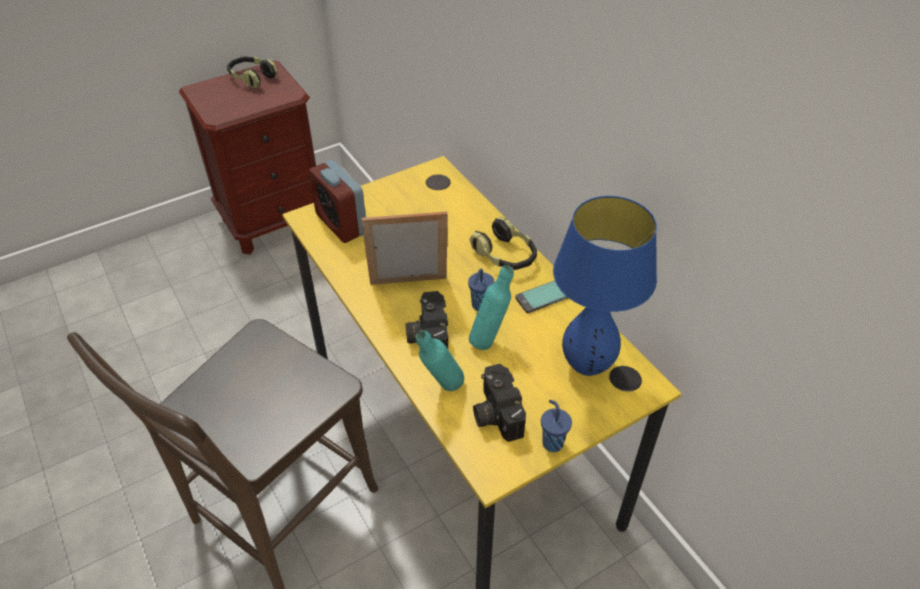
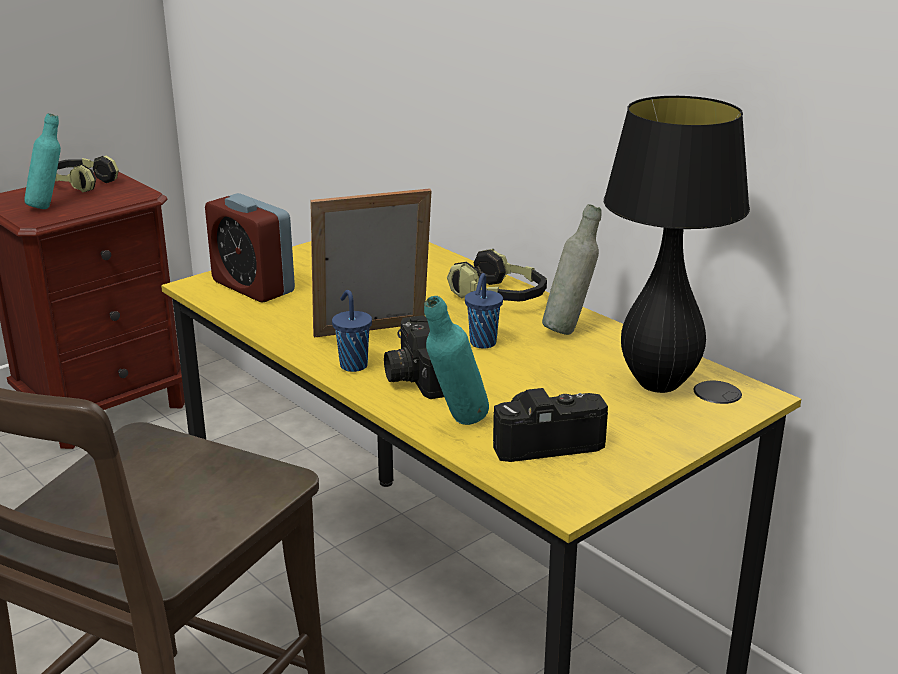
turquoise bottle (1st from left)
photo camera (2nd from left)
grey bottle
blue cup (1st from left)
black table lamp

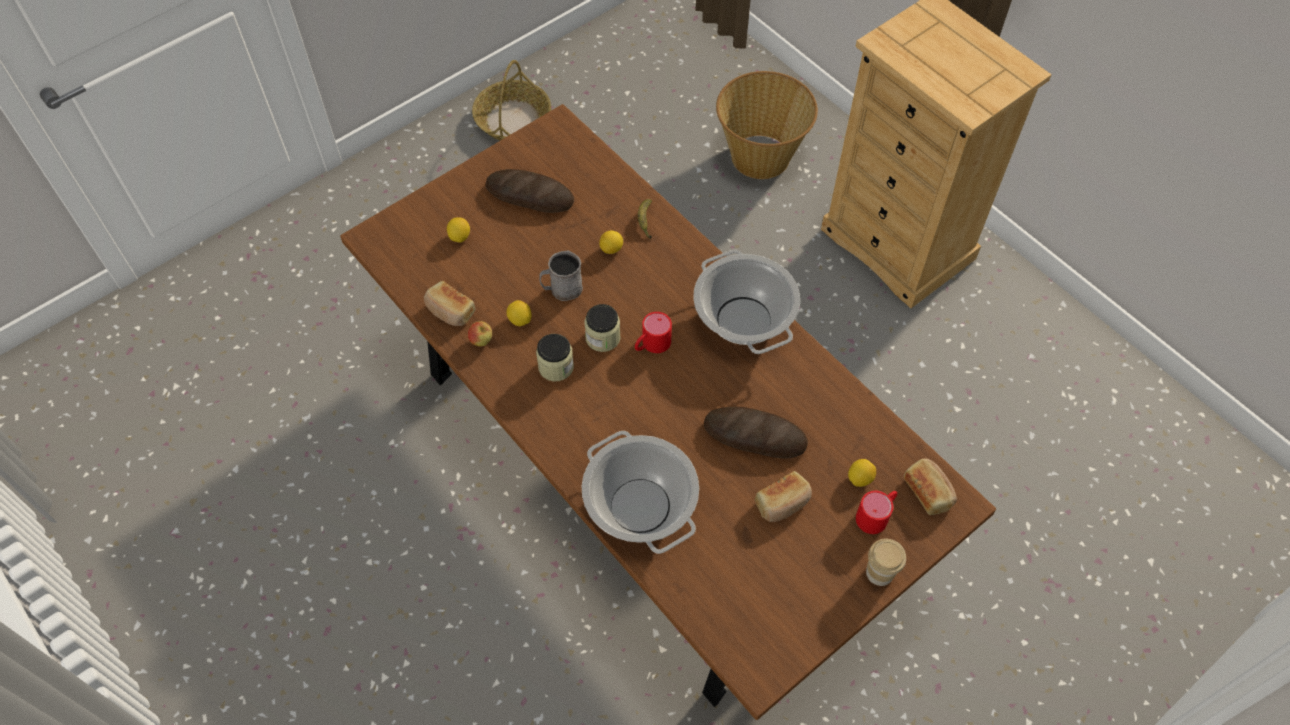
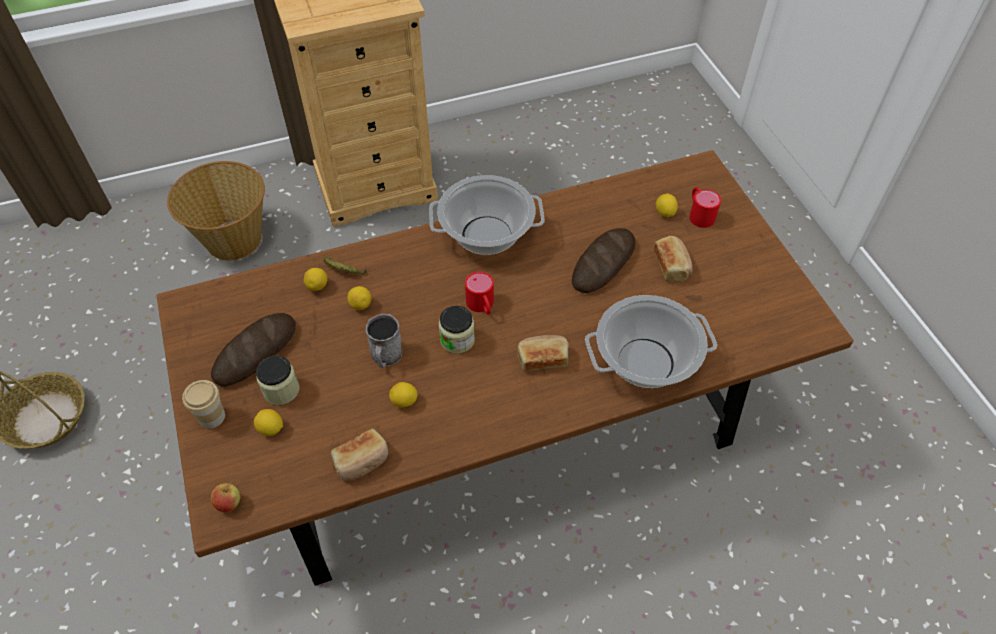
apple
jar (1st from left)
cup
bread (3rd from left)
lemon (2nd from left)

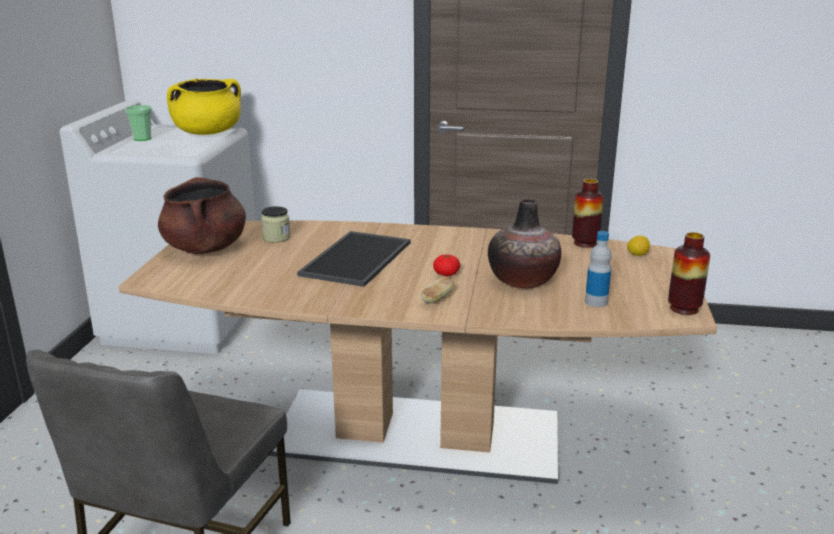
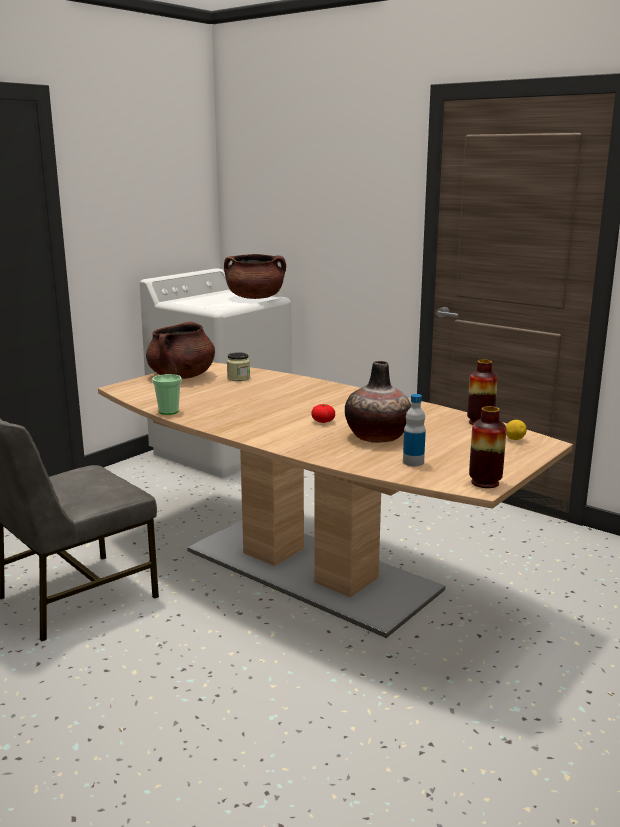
cup
brown cooking pot (2nd from left)
tray
bread

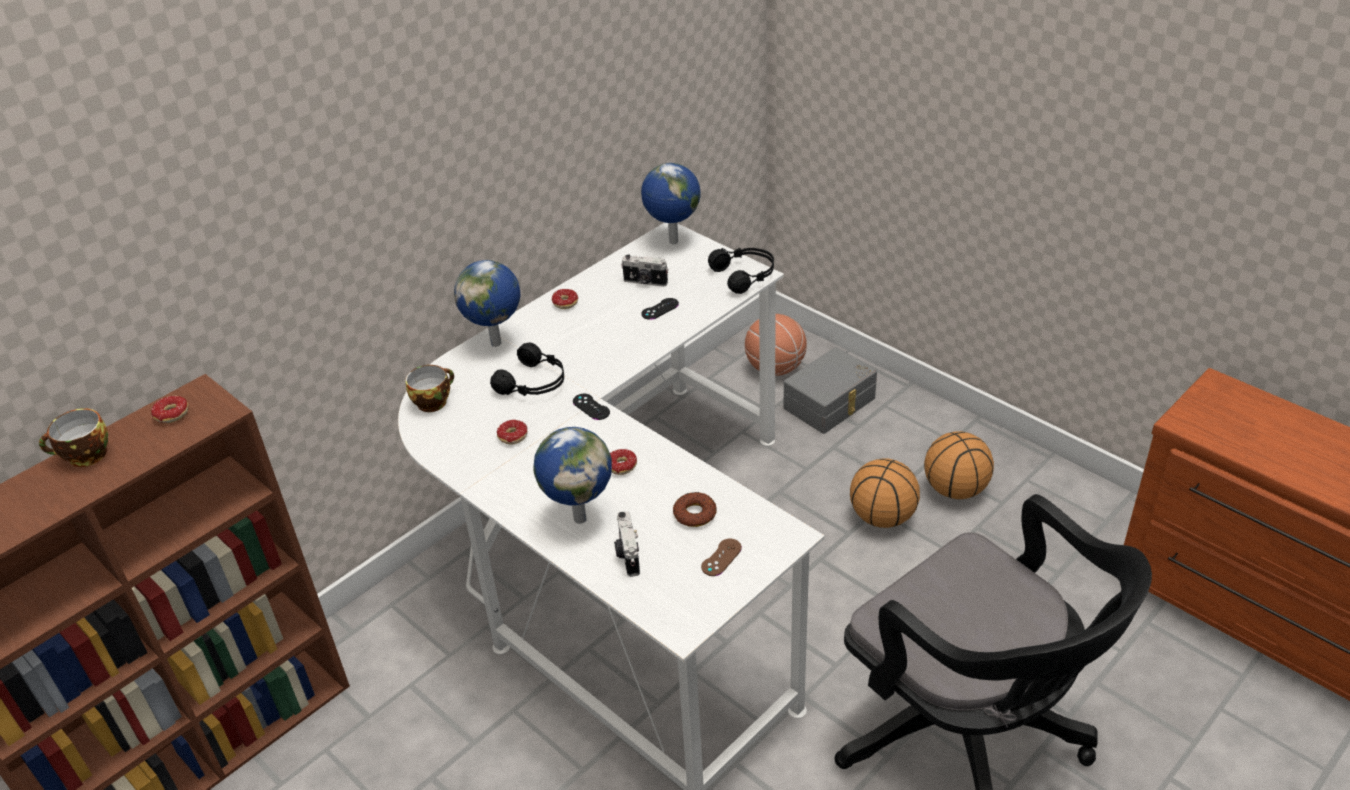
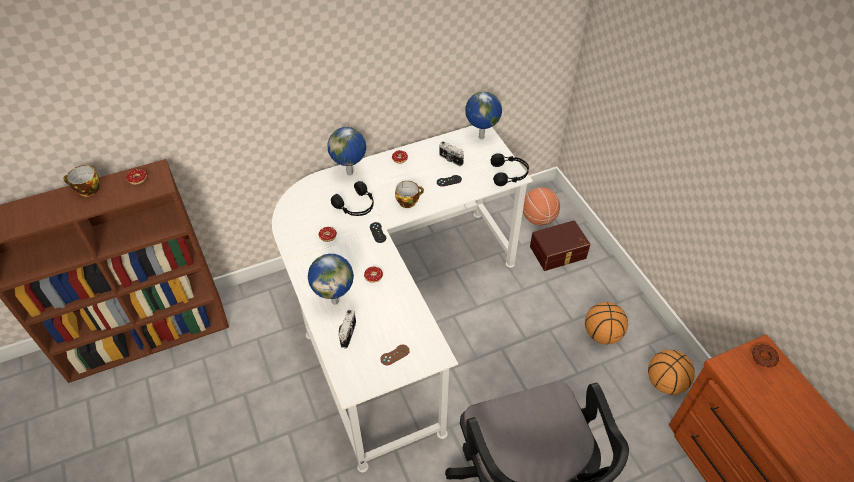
cup (2nd from left)
donut (5th from left)
brown storage box
basketball (3rd from left)

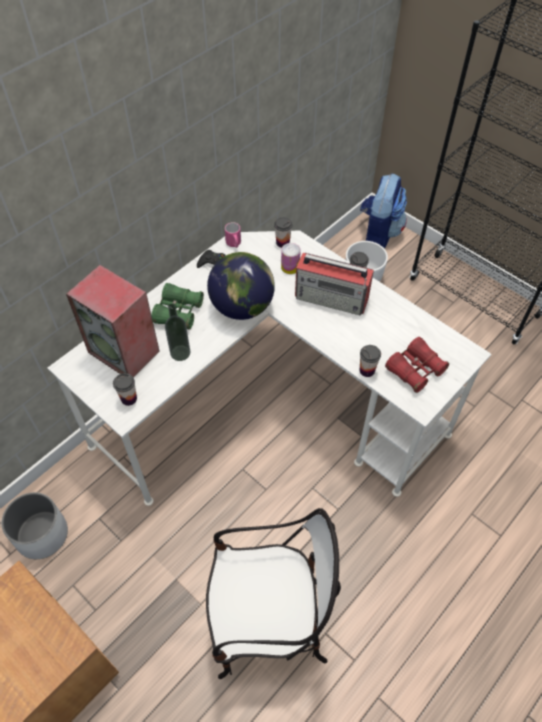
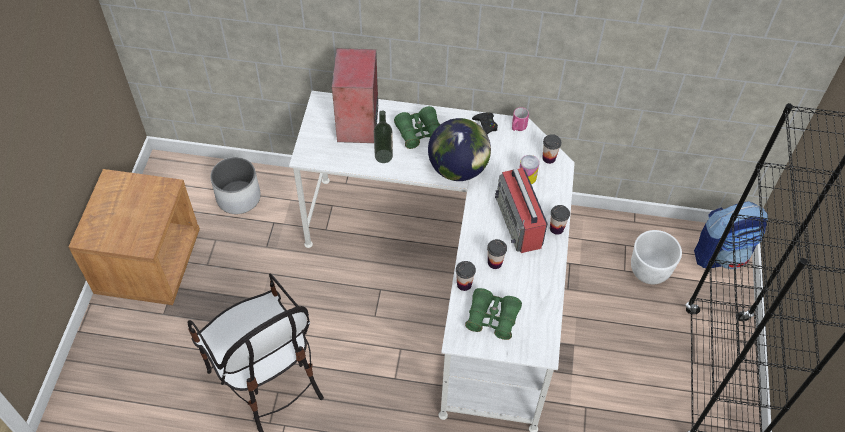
cup (2nd from left)
green binoculars (2nd from left)

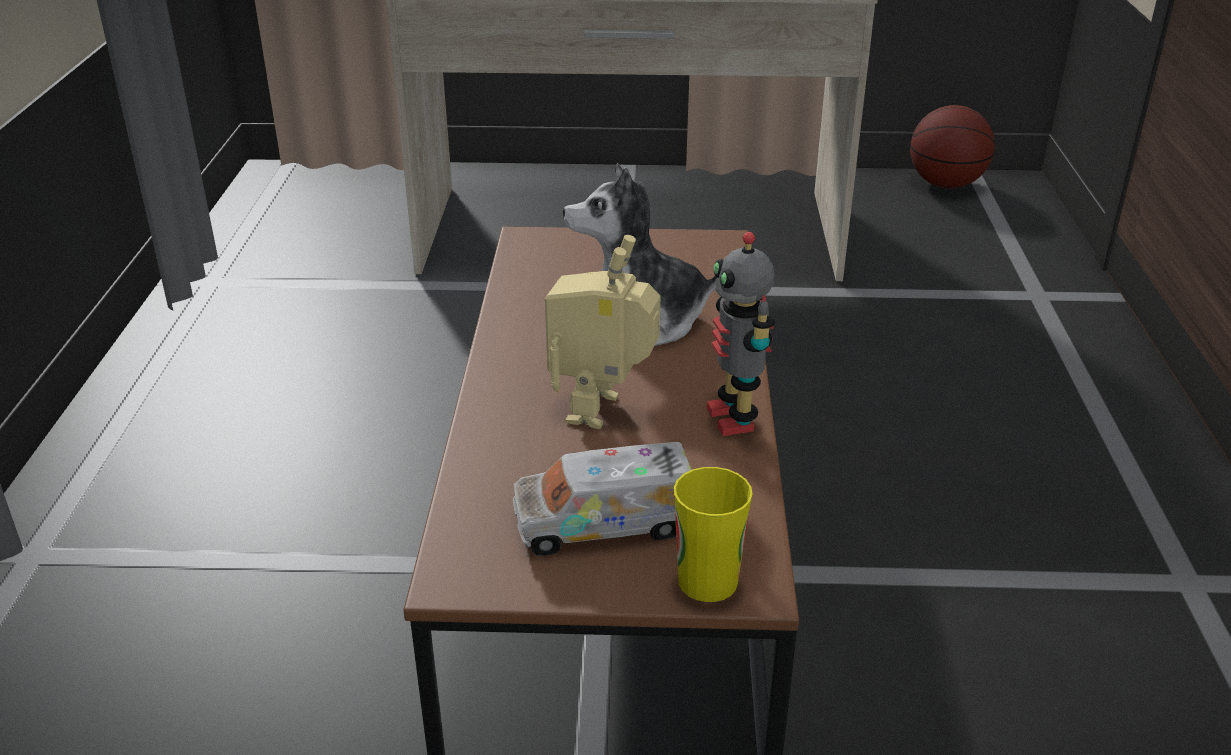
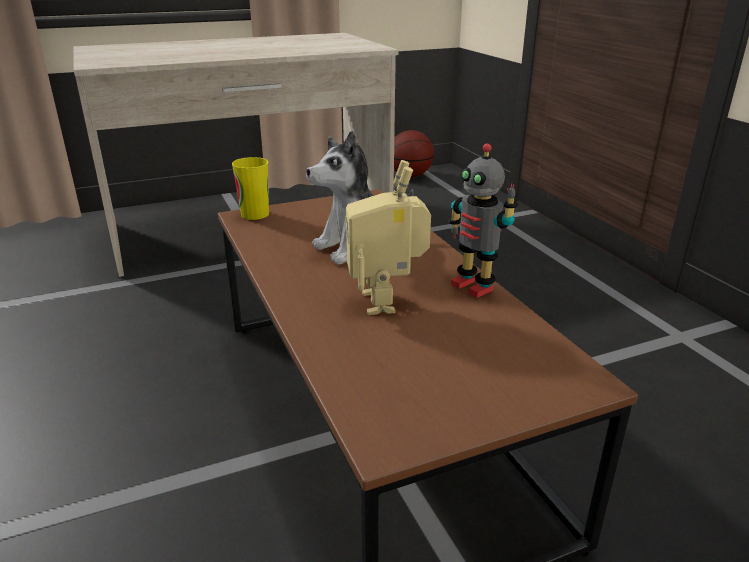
toy truck
cup

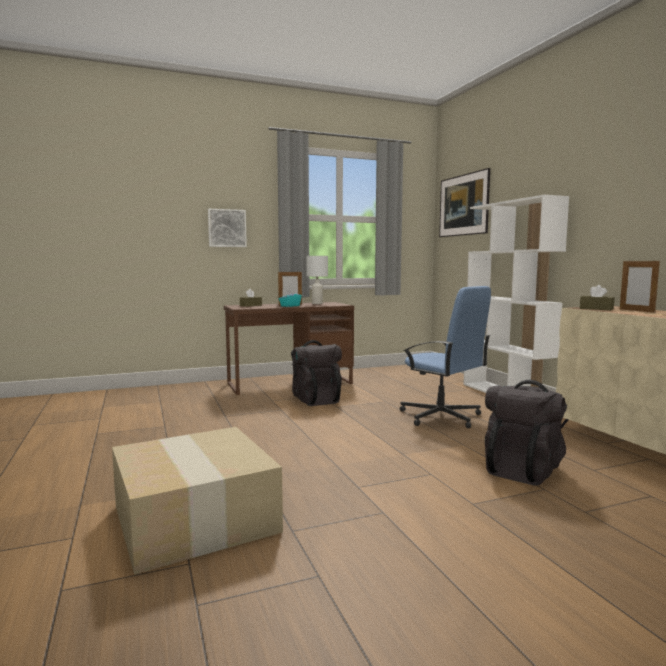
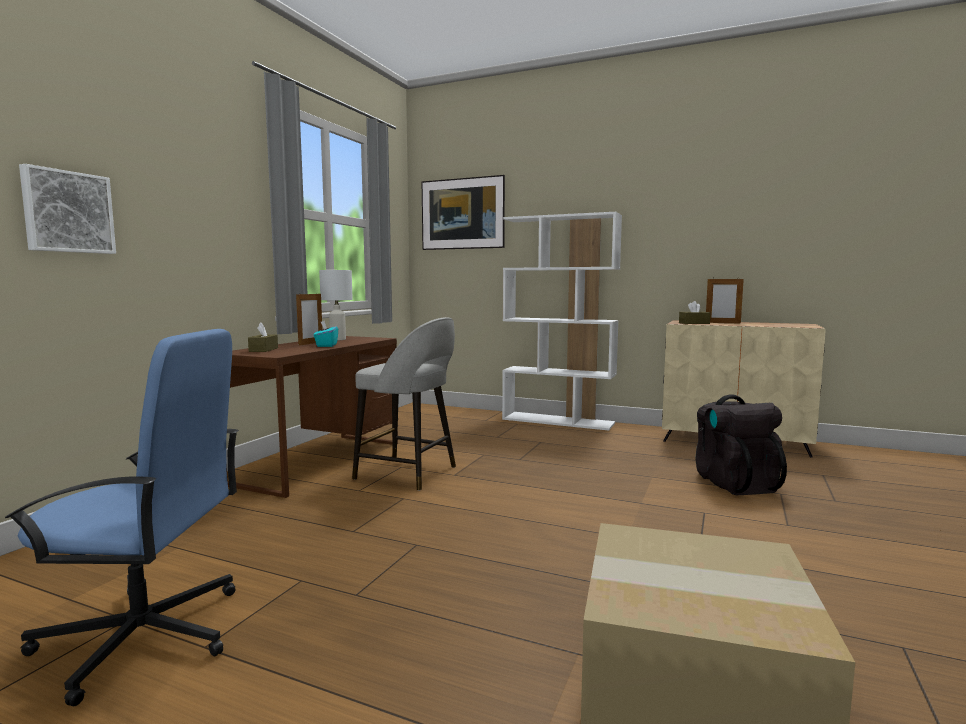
picture (1st from left)
grey stool
blue office chair

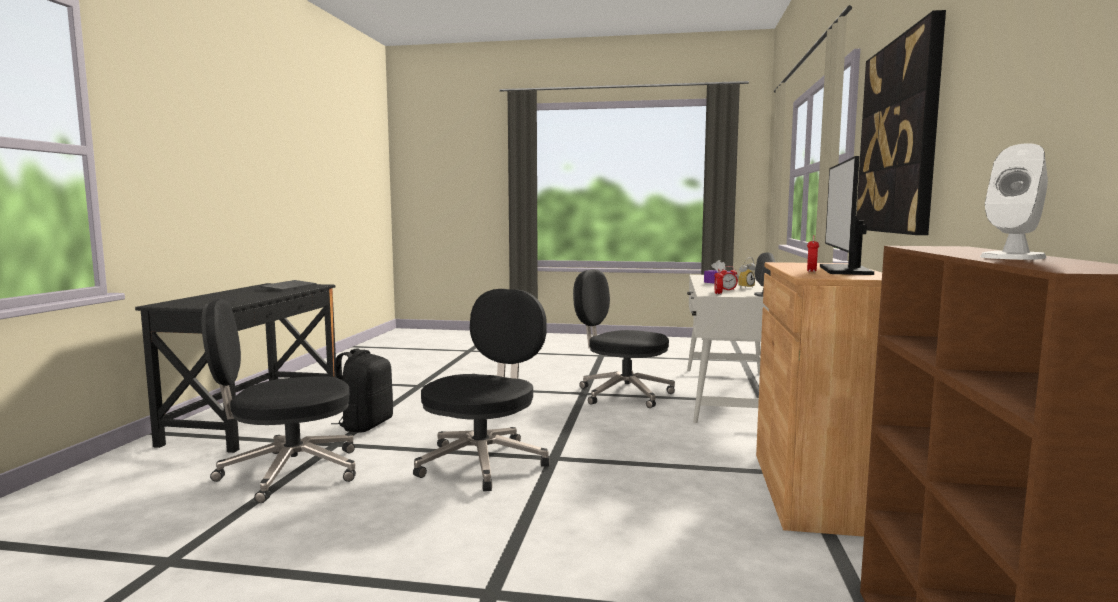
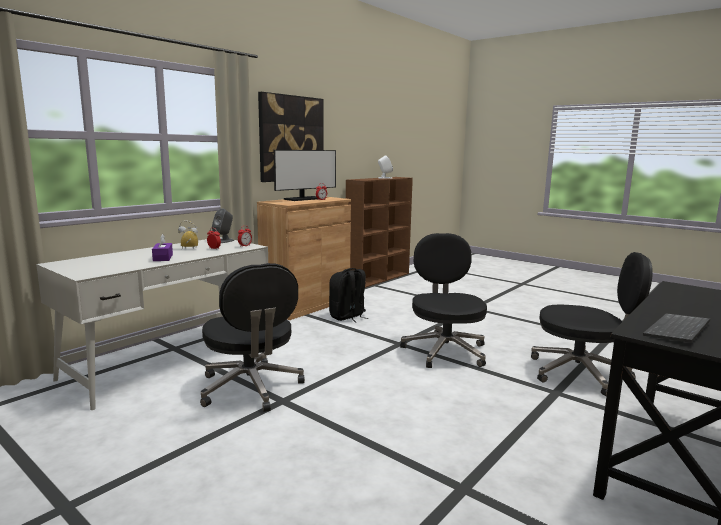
black backpack
black office chair (2nd from left)

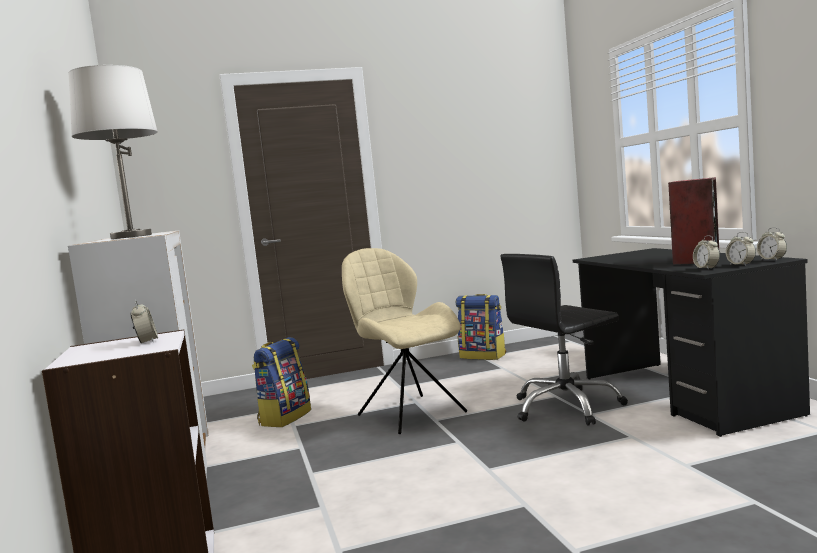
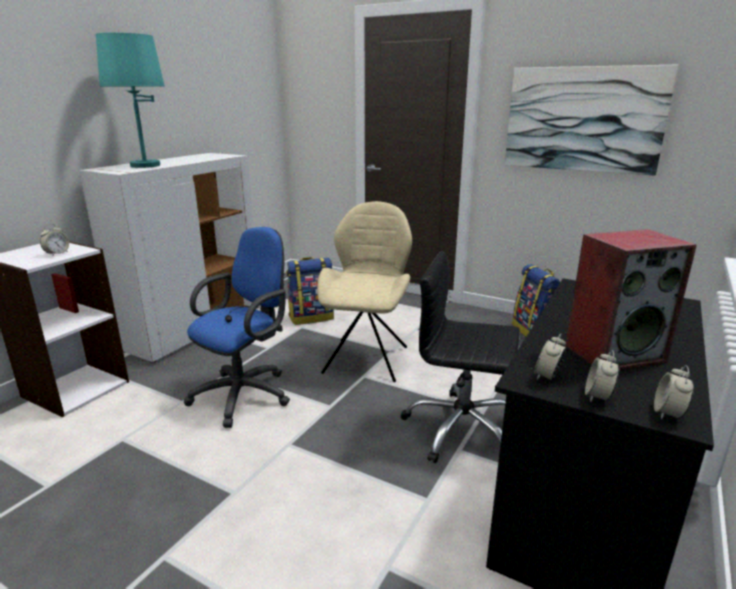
turquoise table lamp
blue office chair
picture

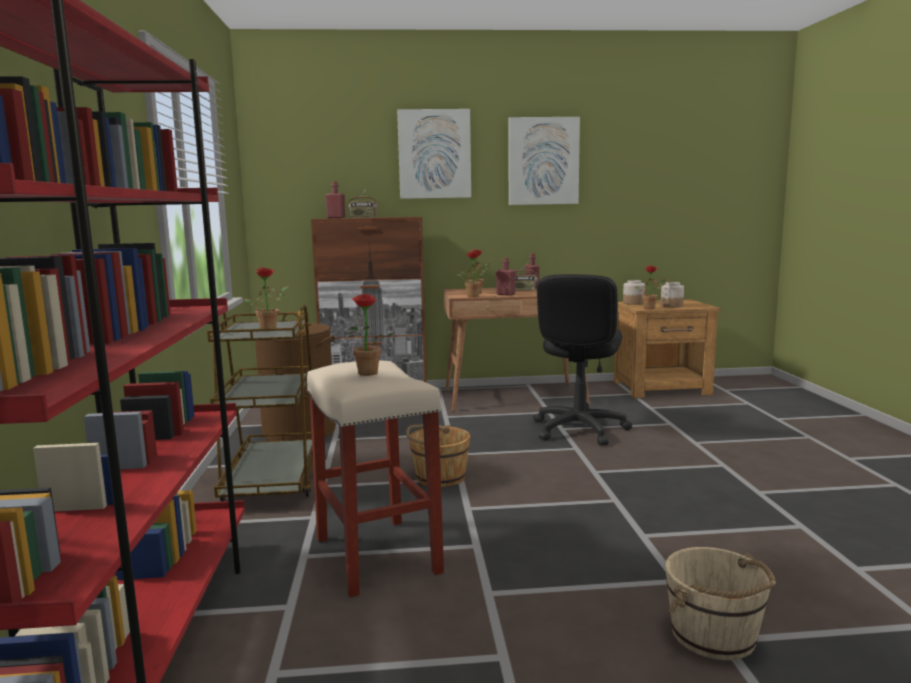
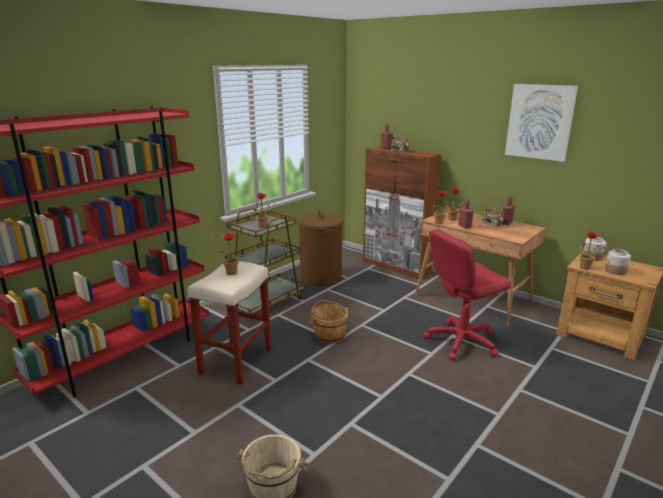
picture (1st from left in the first image)
red office chair

